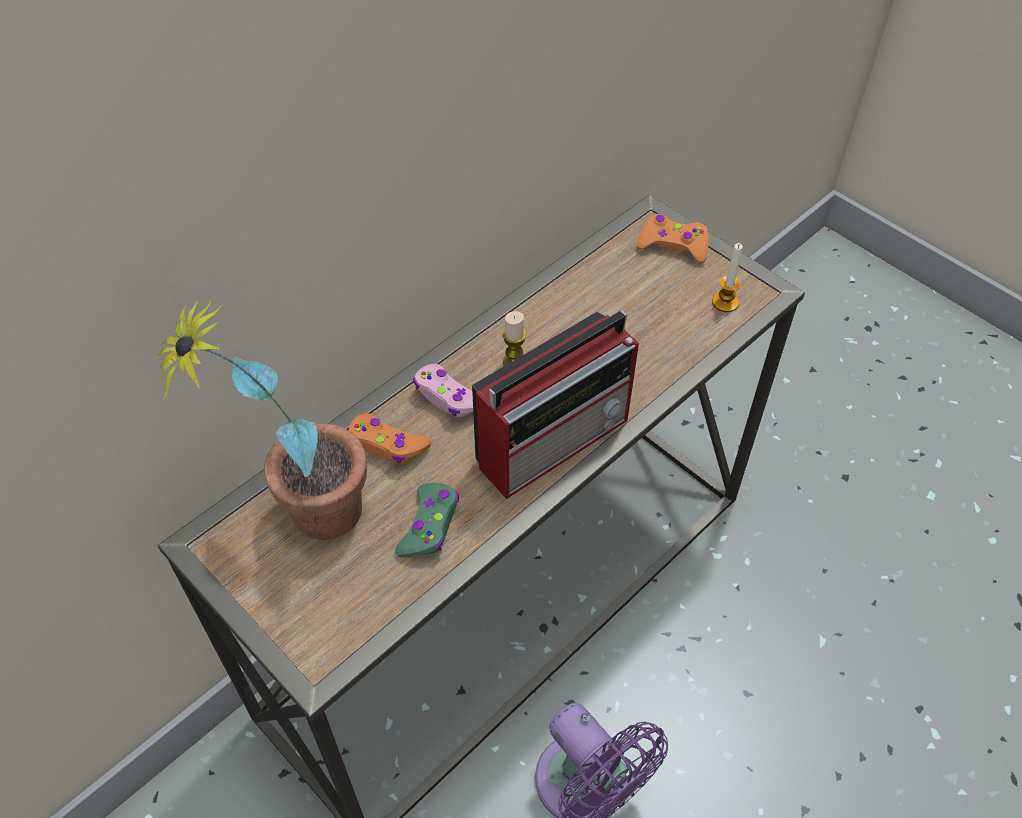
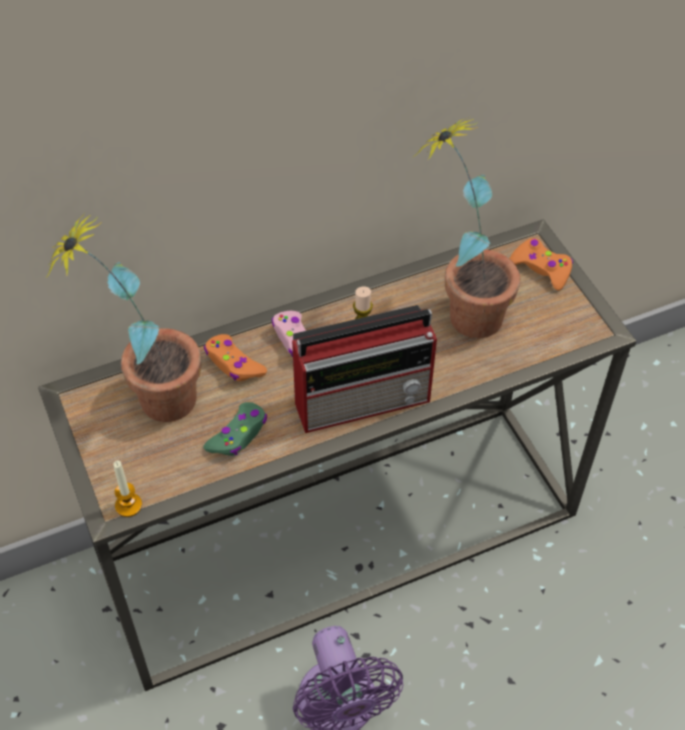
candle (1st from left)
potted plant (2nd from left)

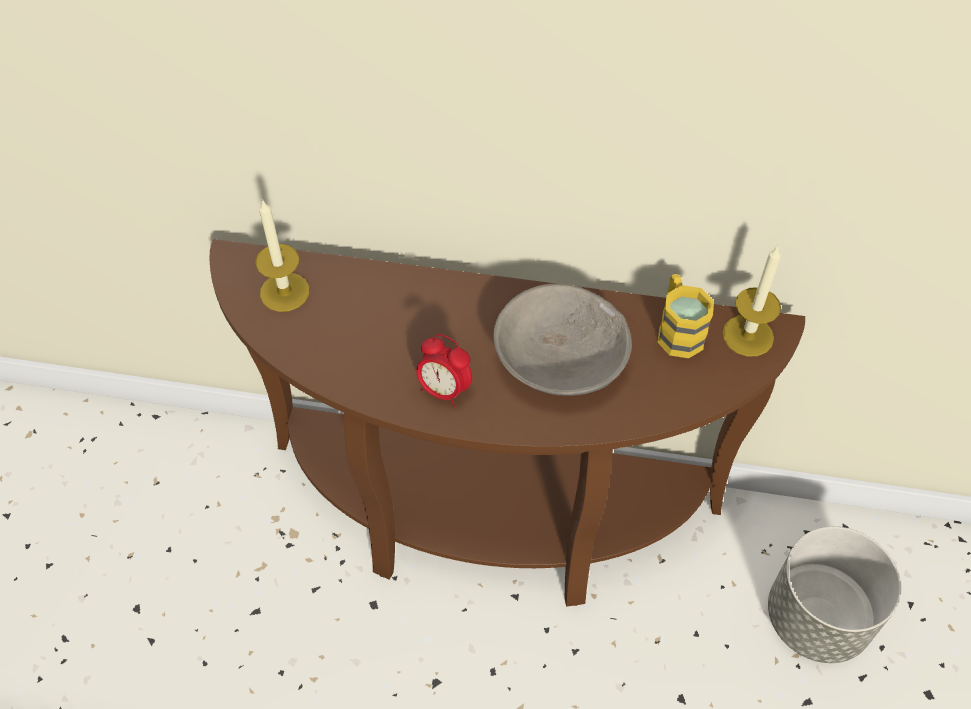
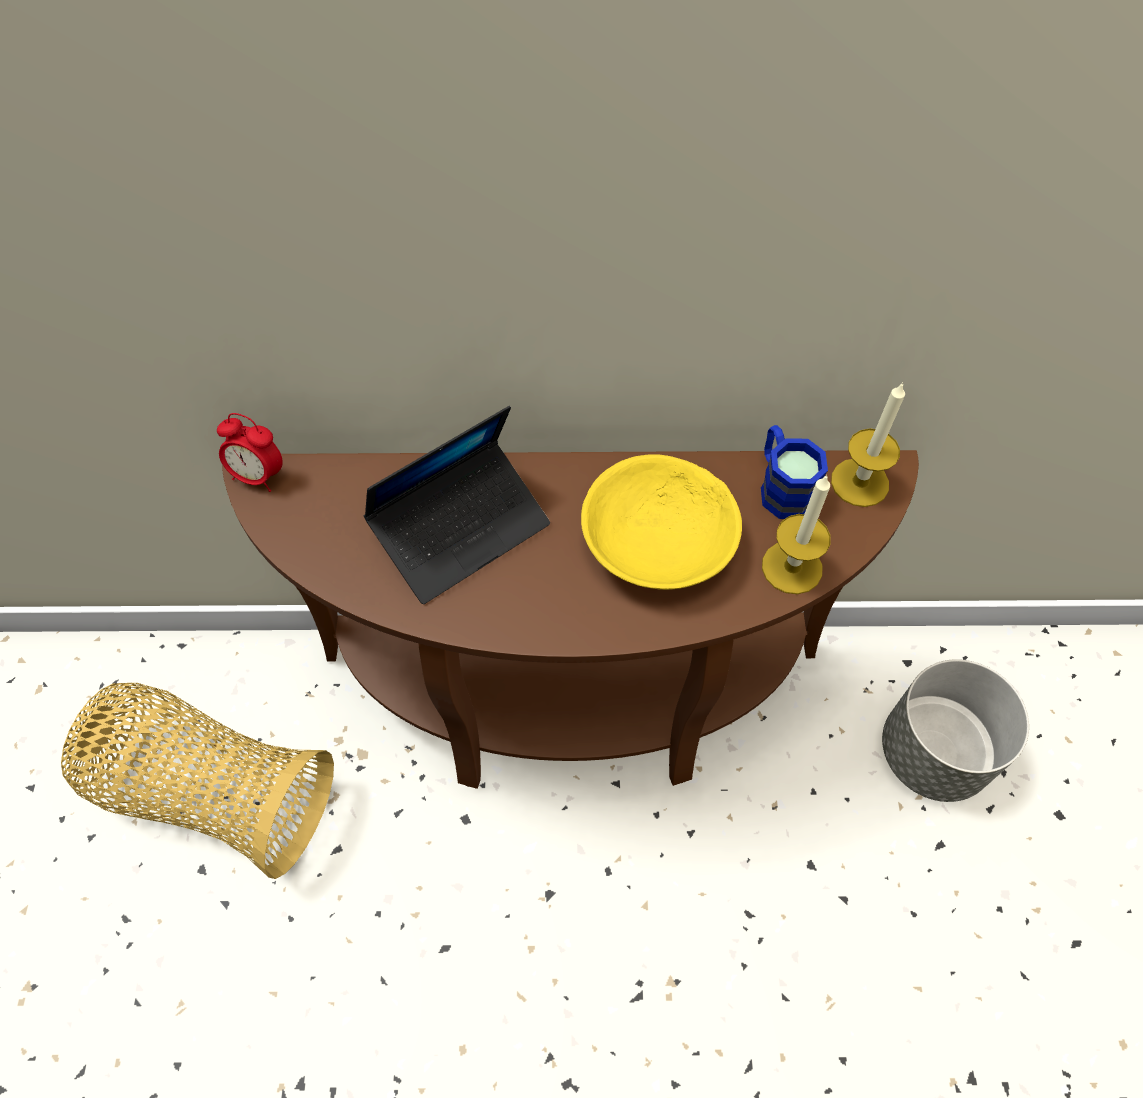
candle (1st from left)
alarm clock
yellow bowl
blue mug
basket
laptop

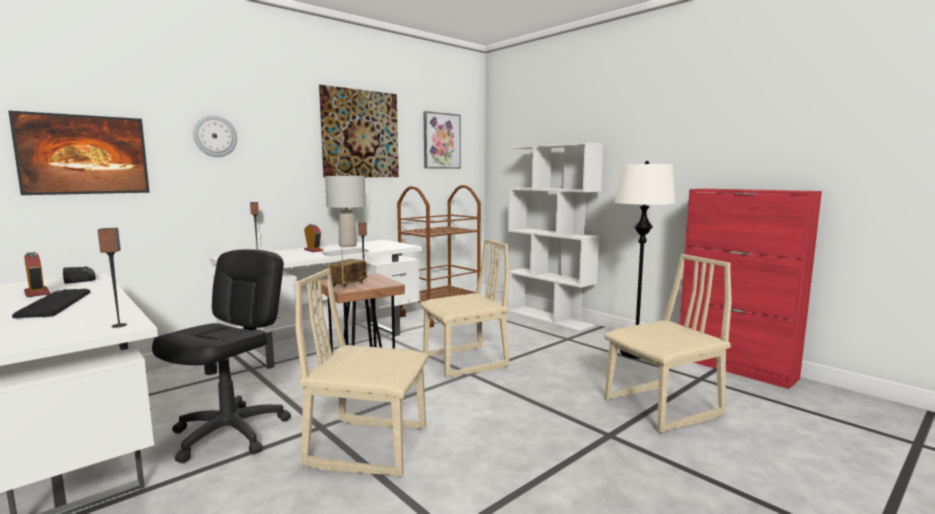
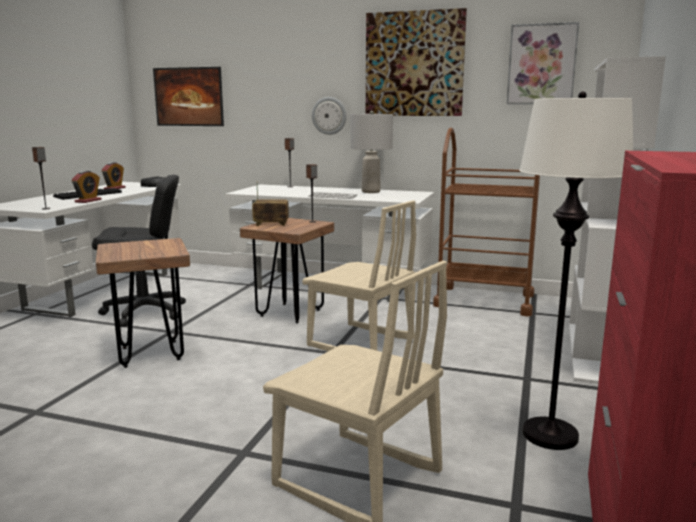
wall clock
brown stool (1st from left)
alarm clock (1st from left)

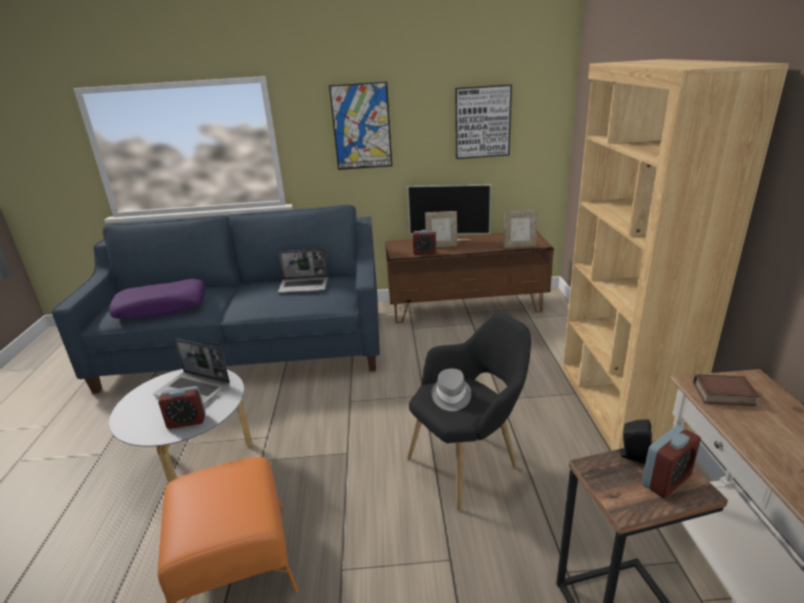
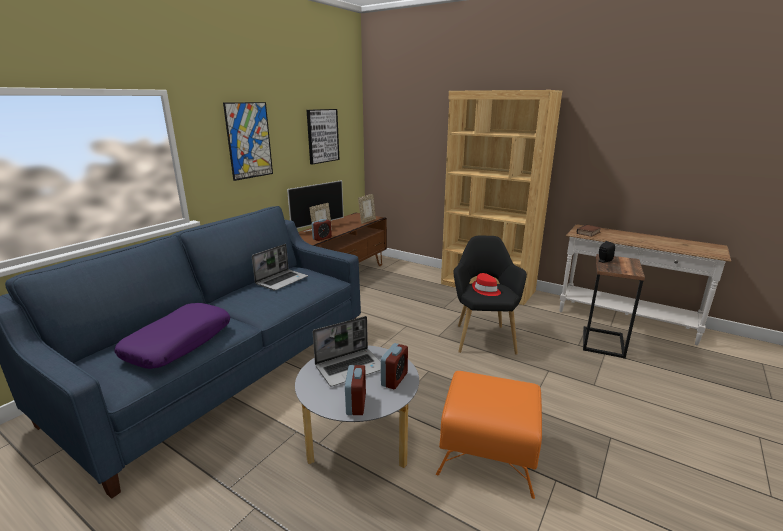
red hat
alarm clock (2nd from left)

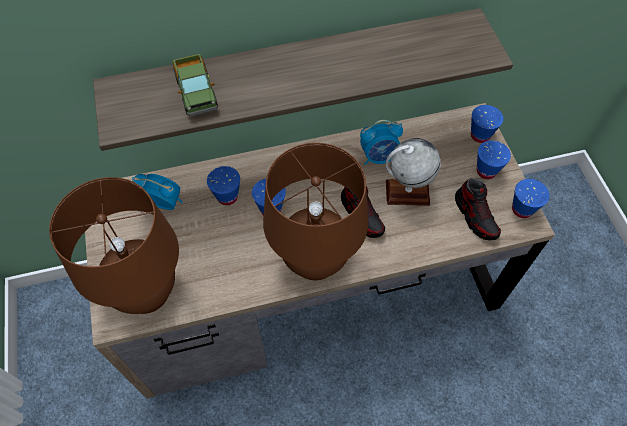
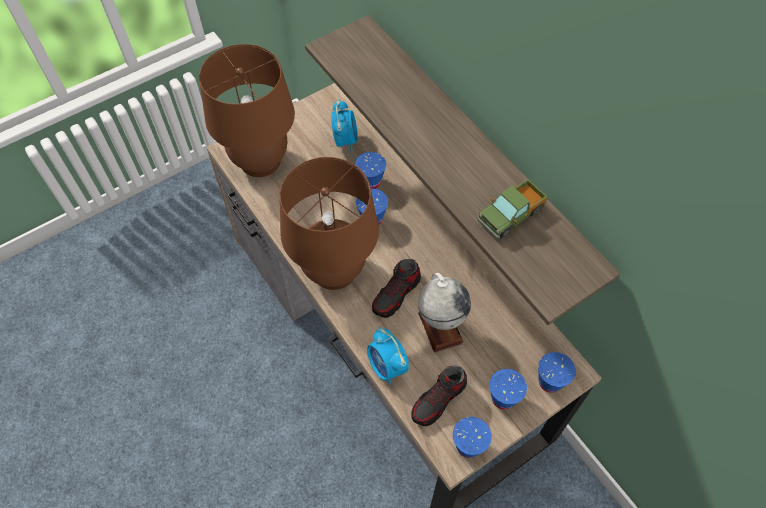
toy truck
alarm clock (2nd from left)

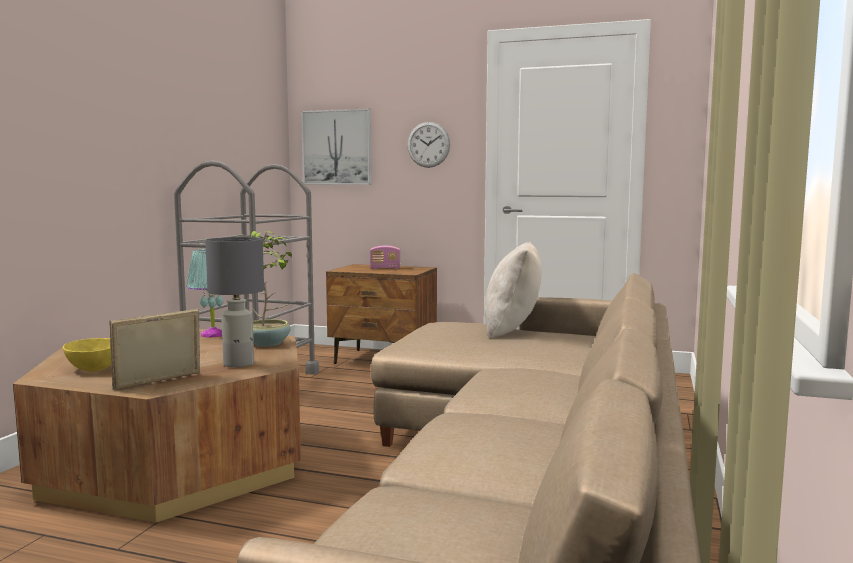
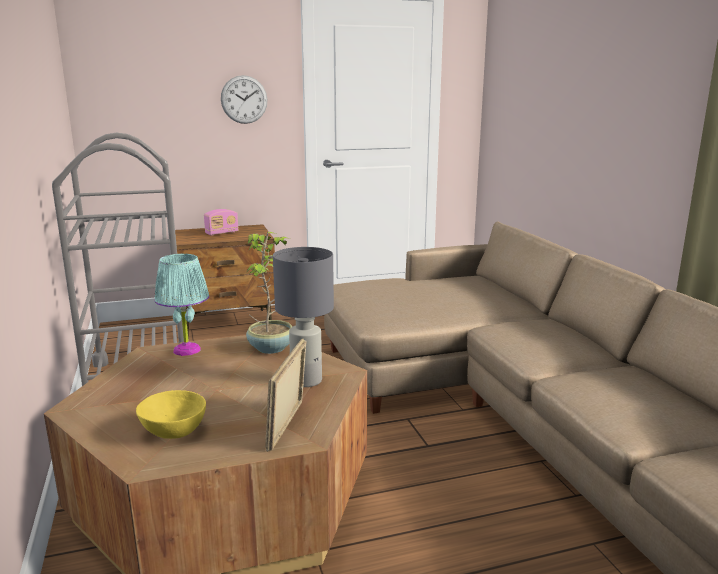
picture
beige pillow

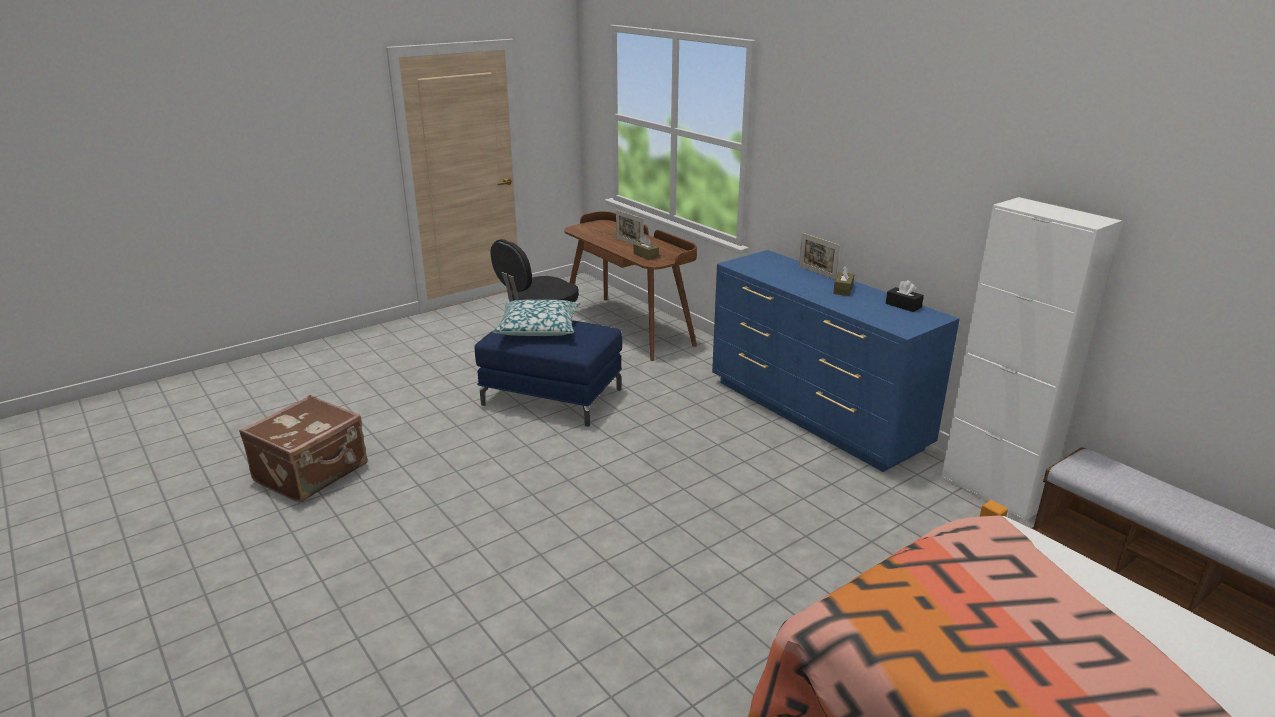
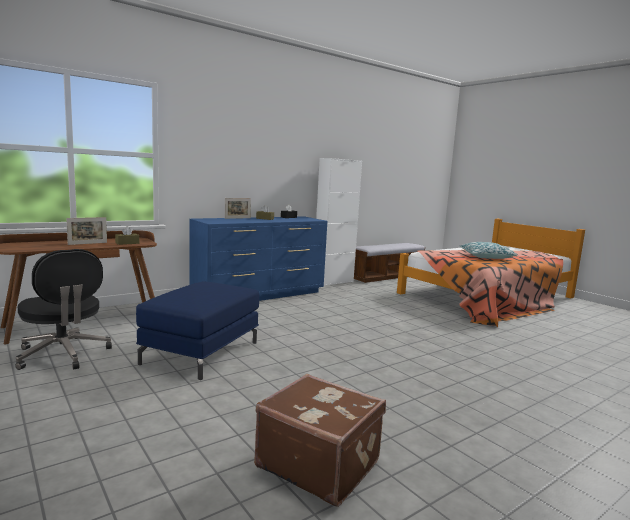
pillow

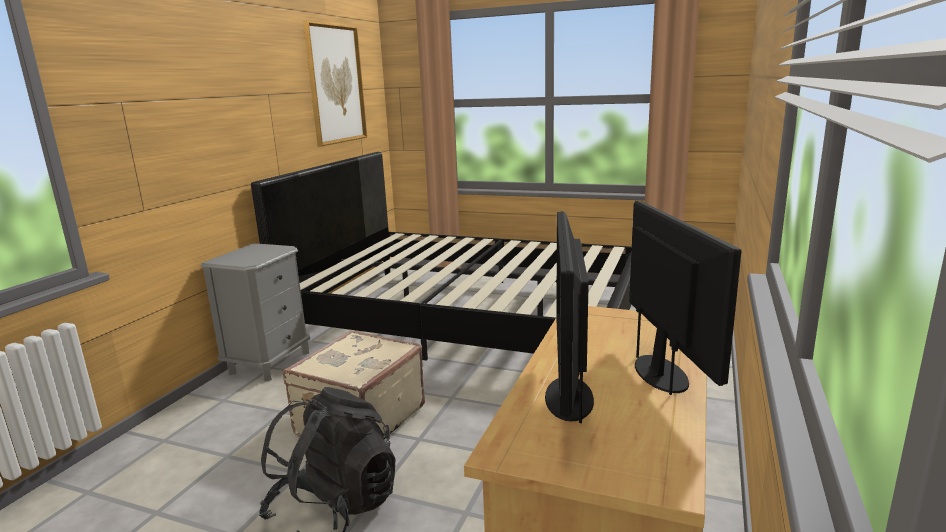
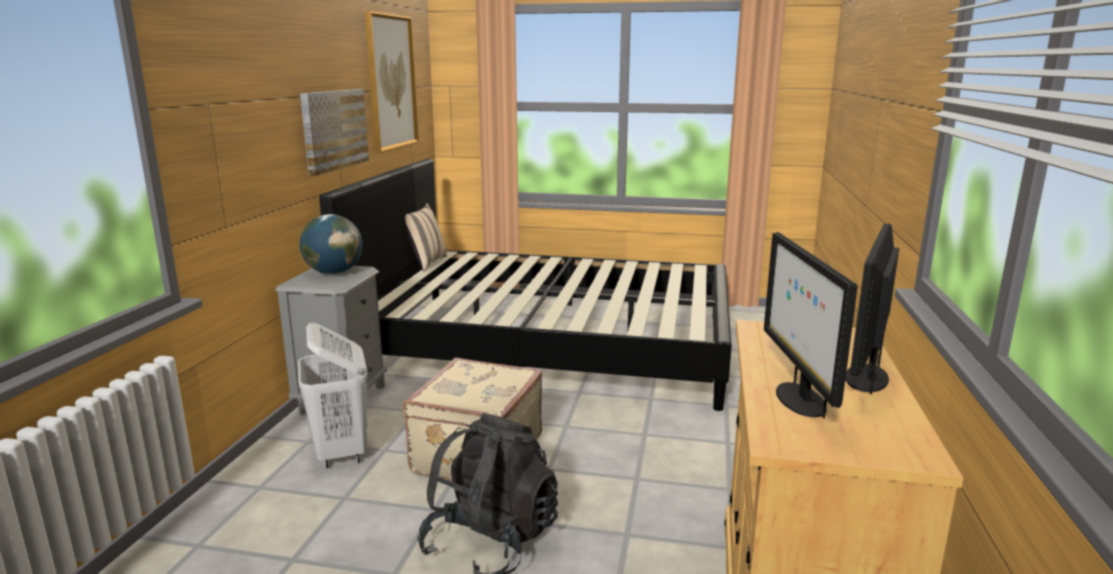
monitor (2nd from left)
white laundry basket
picture (1st from left)
globe
beige pillow

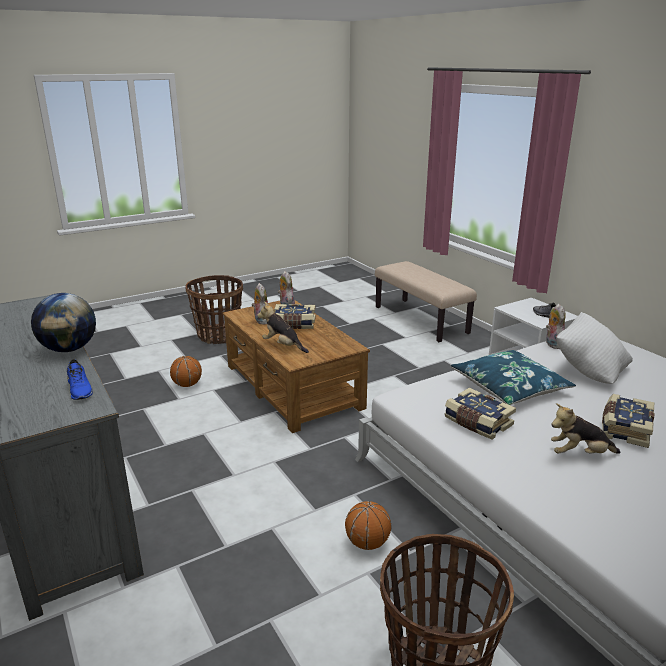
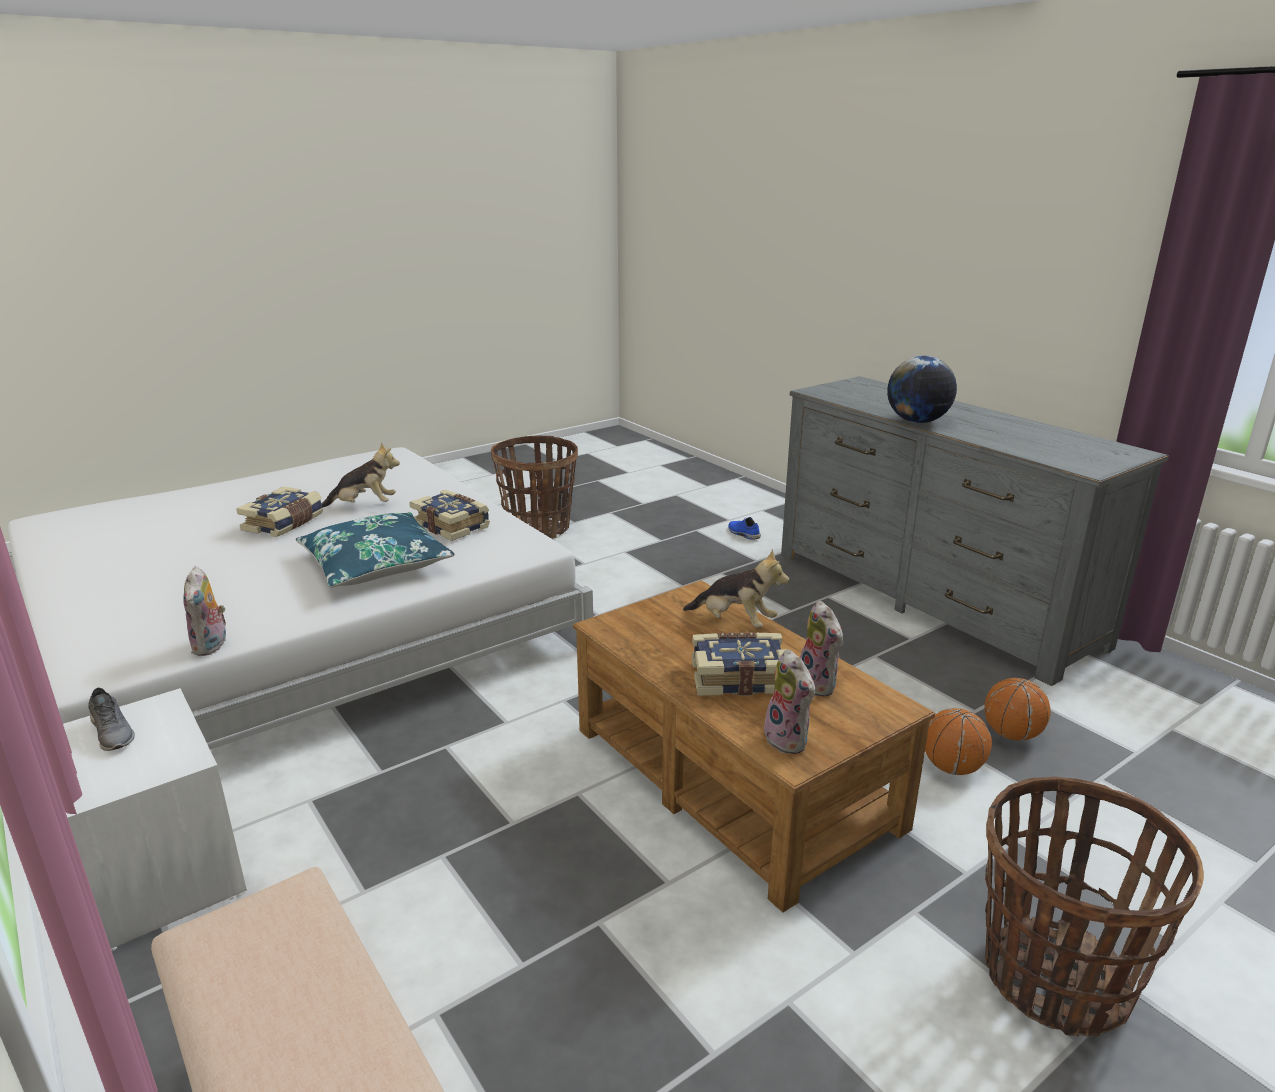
blue shoe
basketball (2nd from left)
white pillow

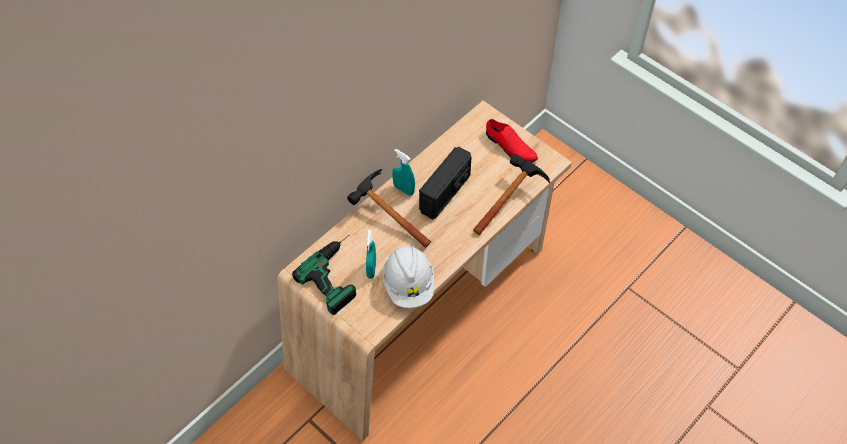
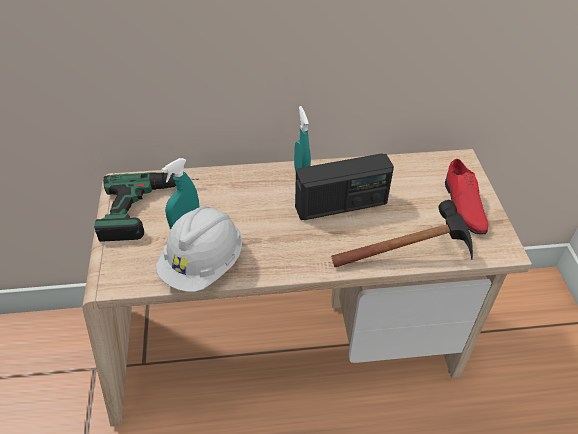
hammer (1st from left in the first image)

